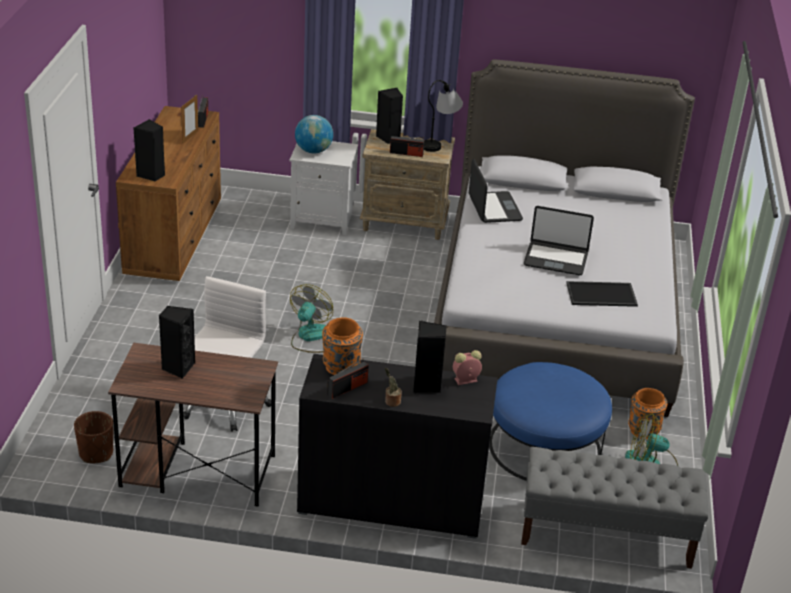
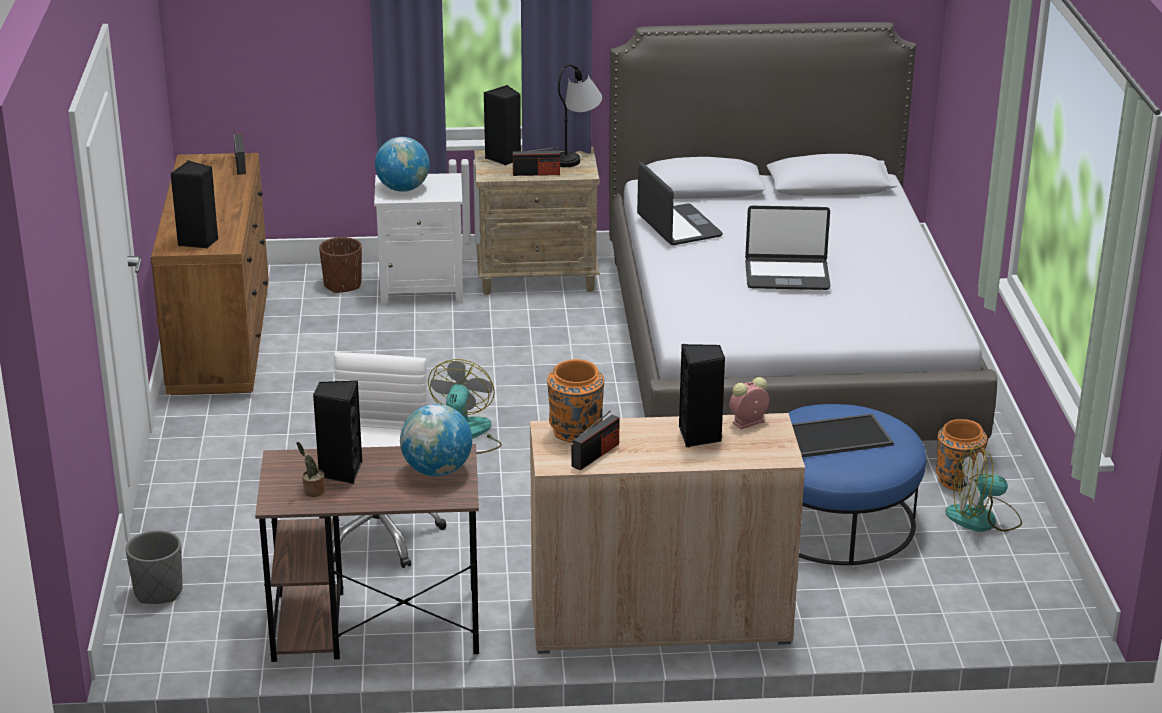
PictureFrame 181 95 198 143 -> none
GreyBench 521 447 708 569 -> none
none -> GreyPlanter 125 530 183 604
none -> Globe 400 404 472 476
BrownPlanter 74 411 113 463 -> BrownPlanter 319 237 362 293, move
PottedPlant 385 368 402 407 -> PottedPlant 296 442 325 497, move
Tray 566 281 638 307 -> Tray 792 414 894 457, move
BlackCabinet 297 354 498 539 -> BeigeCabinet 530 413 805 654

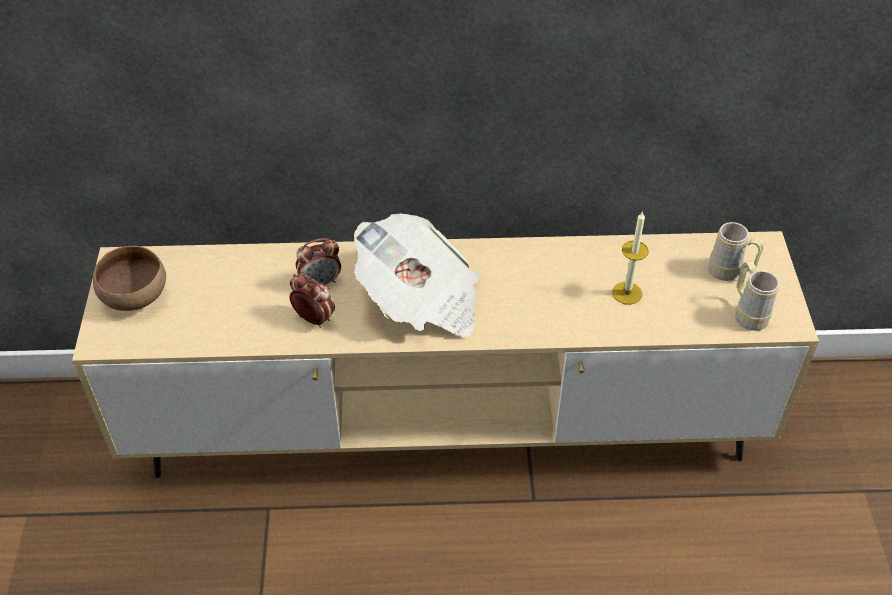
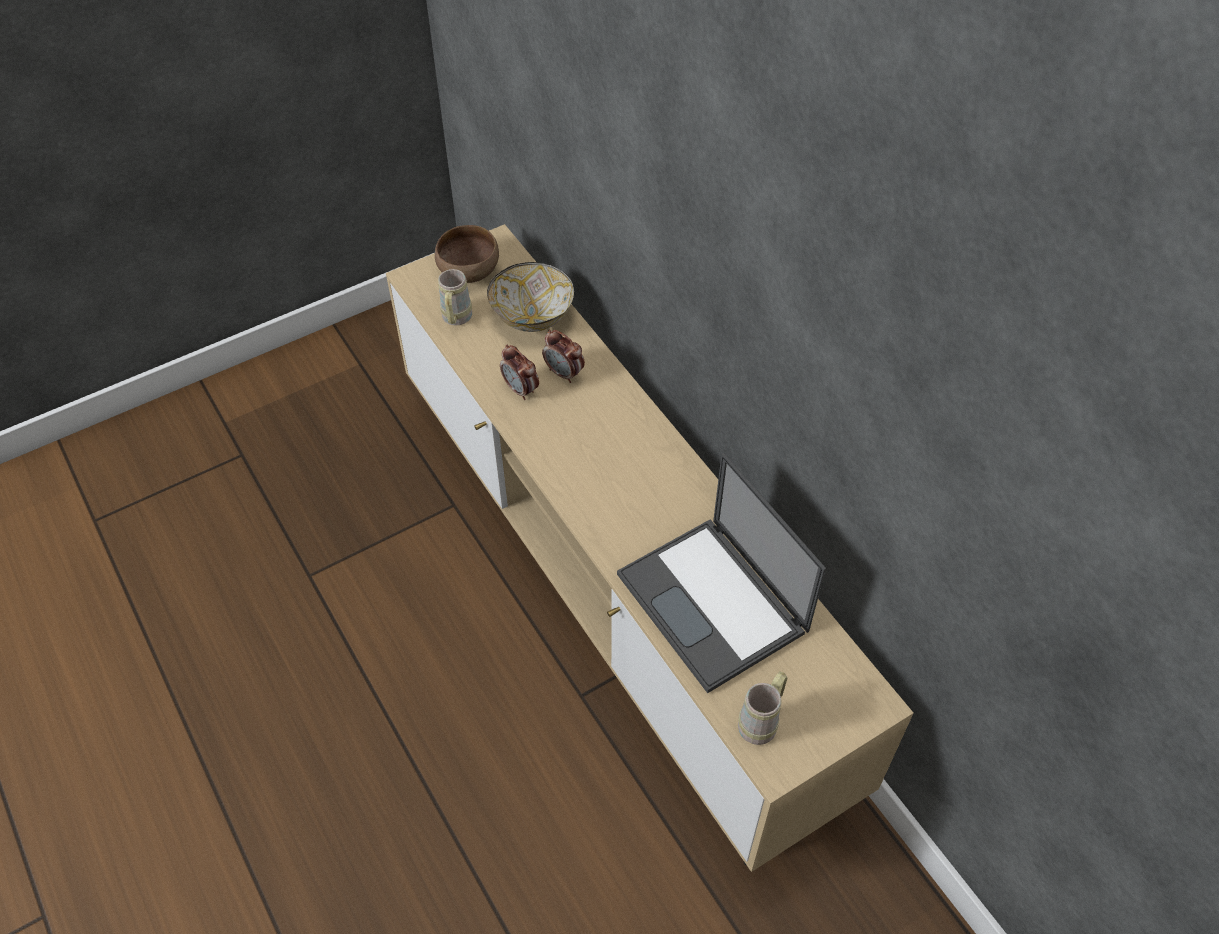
Newspaper 354 214 480 337 -> none
none -> Bowl 487 262 574 332
BeigeMug 708 222 764 281 -> BeigeMug 438 269 472 326, move
Candle 612 211 649 305 -> Laptop 617 453 826 693
AlarmClock 290 273 335 328 -> AlarmClock 500 345 539 400, 135 degrees clockwise

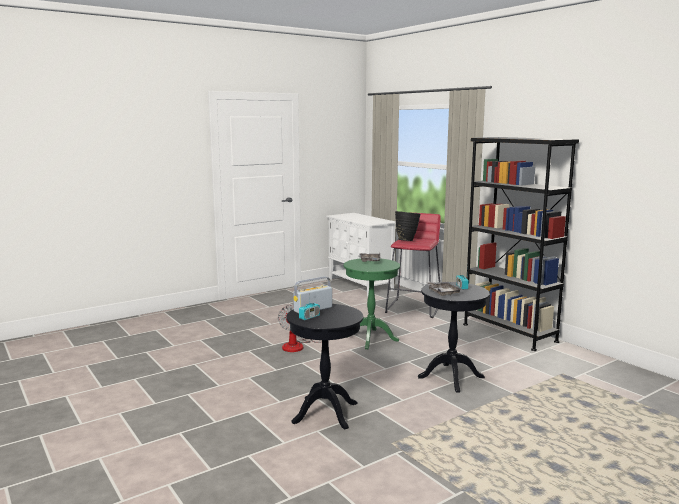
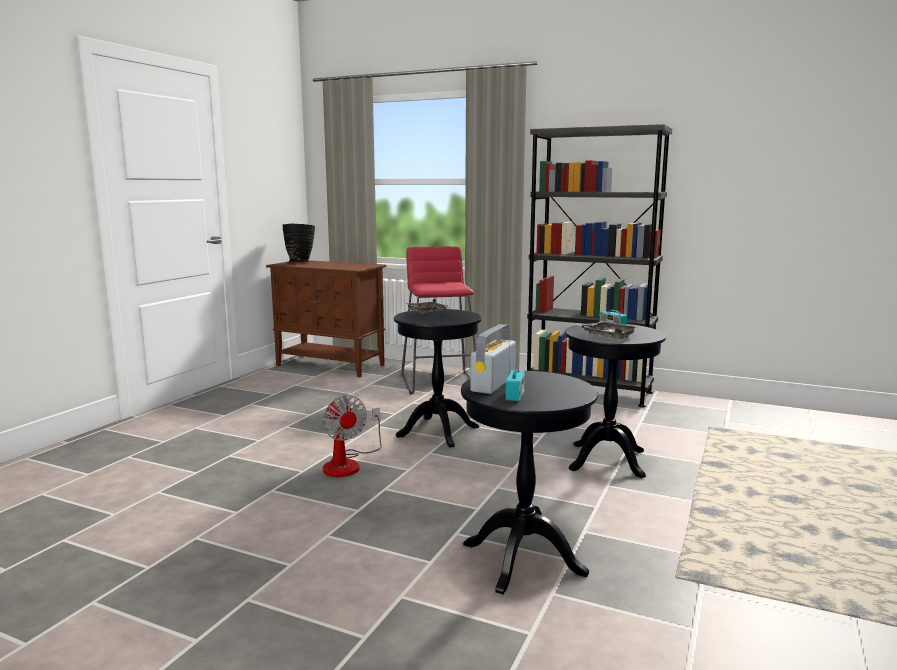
BlackVase 395 211 420 241 -> BlackVase 283 224 315 262, move
WhiteCabinet 326 213 396 296 -> BrownCabinet 266 260 386 377
GreenSideTable 344 258 400 349 -> BlackSideTable 394 309 482 448

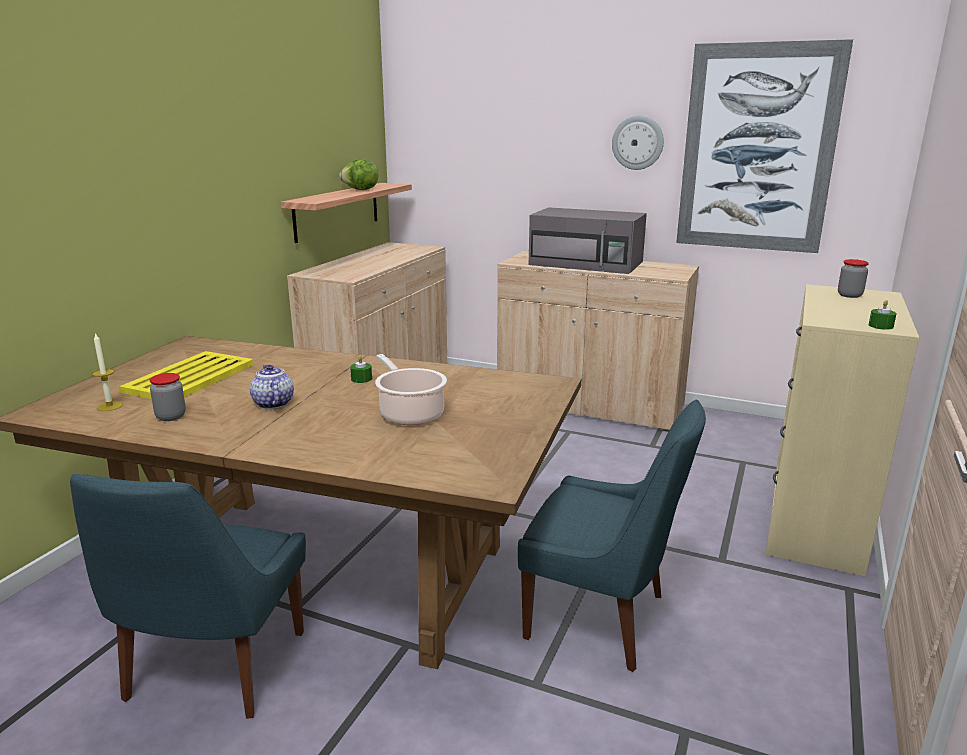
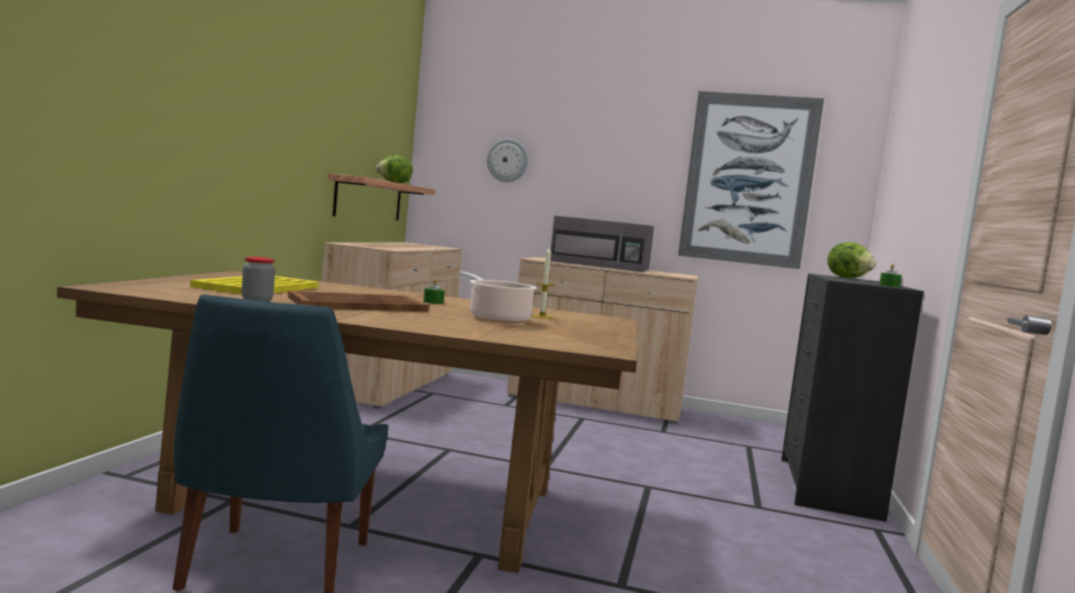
BlueChair 518 399 706 672 -> none
Candle 92 333 123 411 -> Candle 531 248 554 319, move
WallClock 612 115 664 170 -> WallClock 487 139 528 182, move
Teapot 250 365 294 409 -> BrownTray 288 290 429 312
Jar 838 259 869 298 -> Lettuce 827 242 876 278
BeigeDresser 765 284 919 576 -> BlackDresser 781 273 924 522

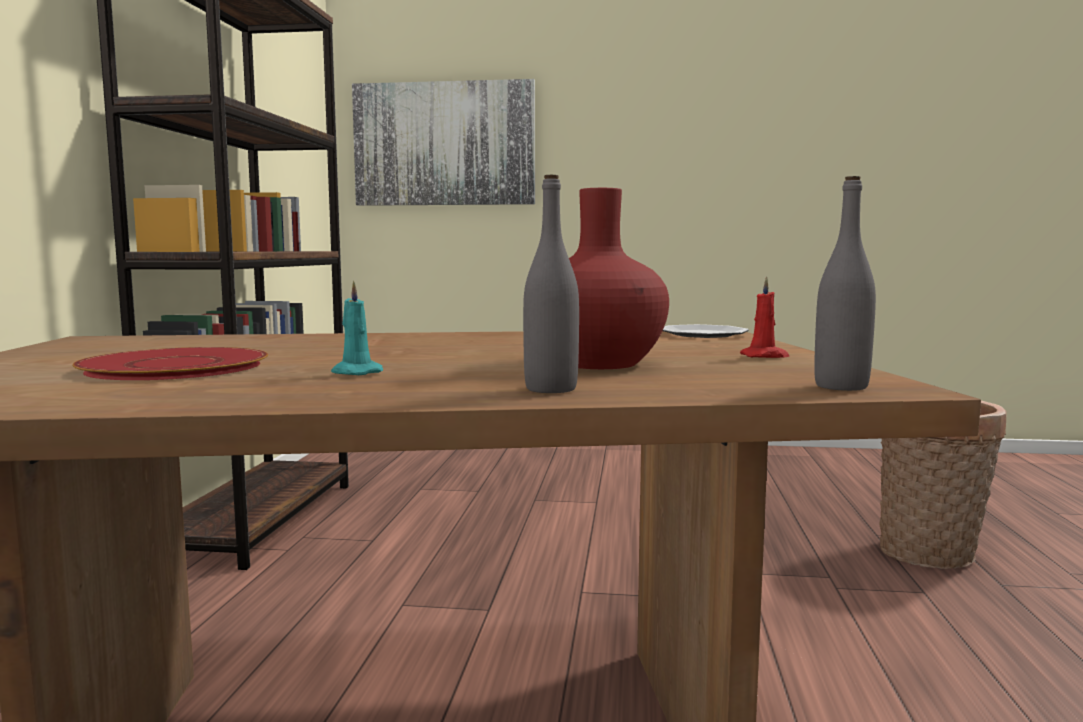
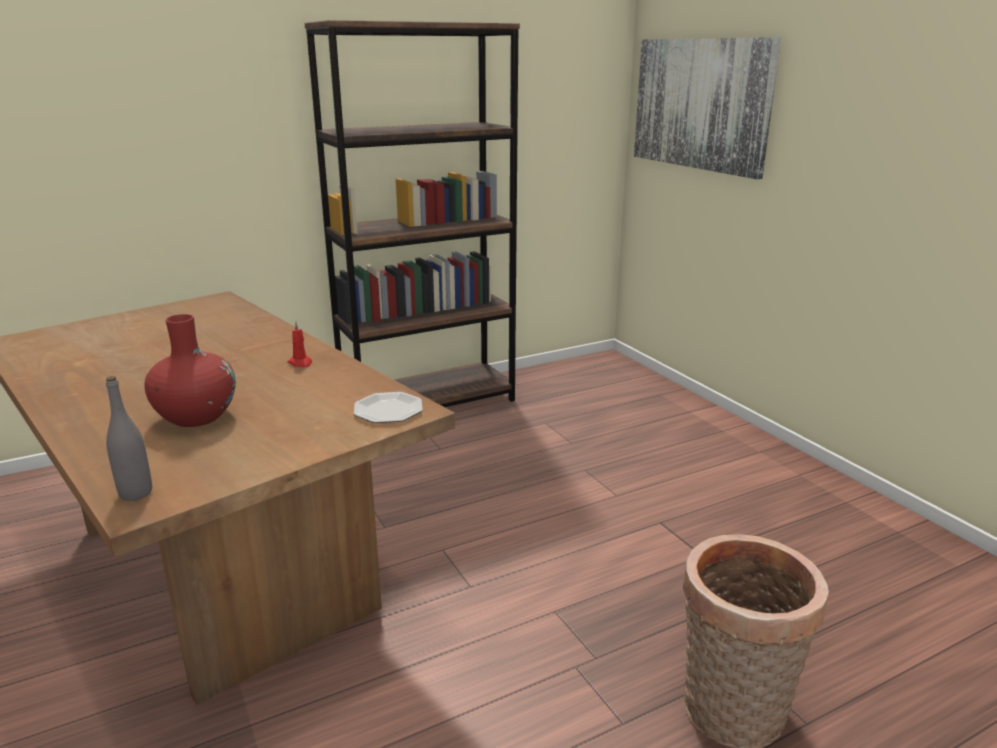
RedPlate 72 347 268 380 -> none
TurquoiseCandle 331 281 383 375 -> none
GreyBottle 523 175 579 393 -> none
RedCandle 740 277 789 358 -> RedCandle 287 321 312 367, move

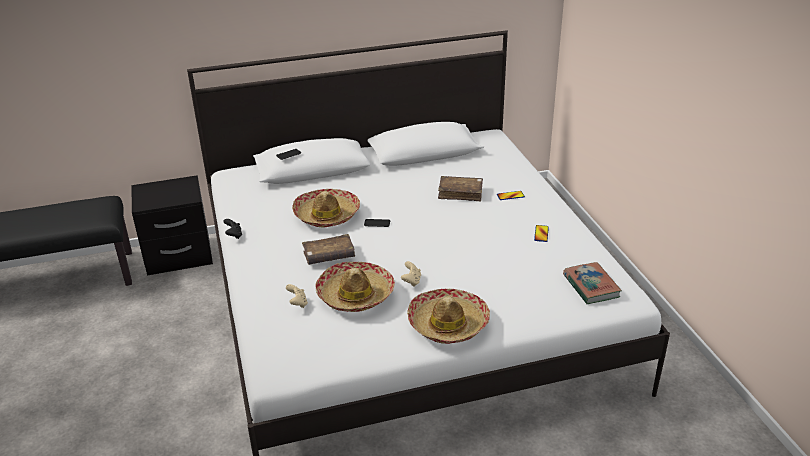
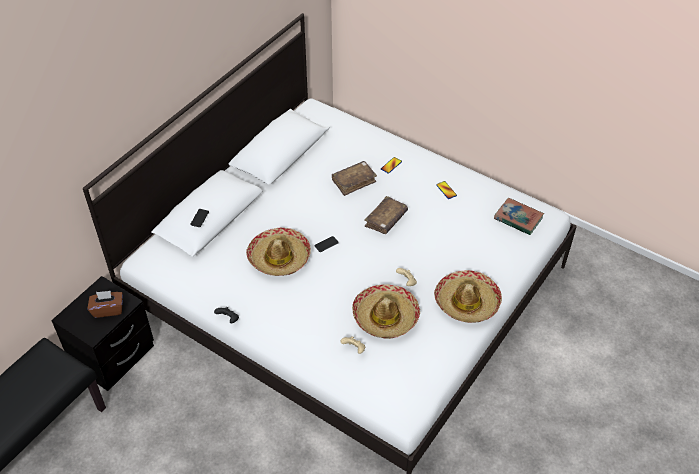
none -> BrownTissueBox 87 291 123 318
BrownBook 302 234 355 265 -> BrownBook 364 196 408 234, move

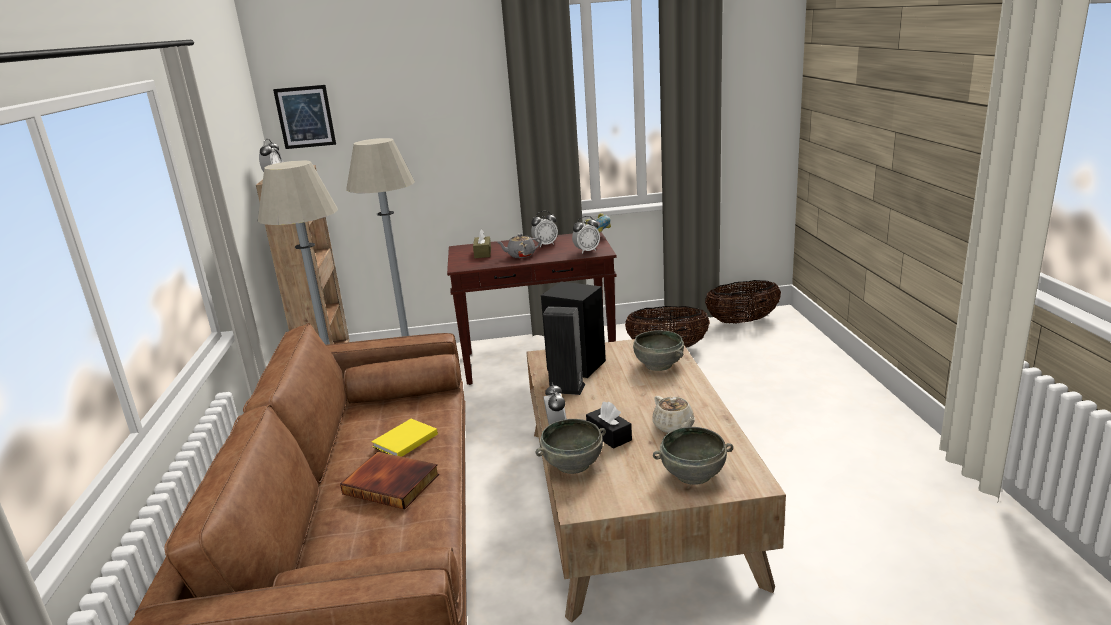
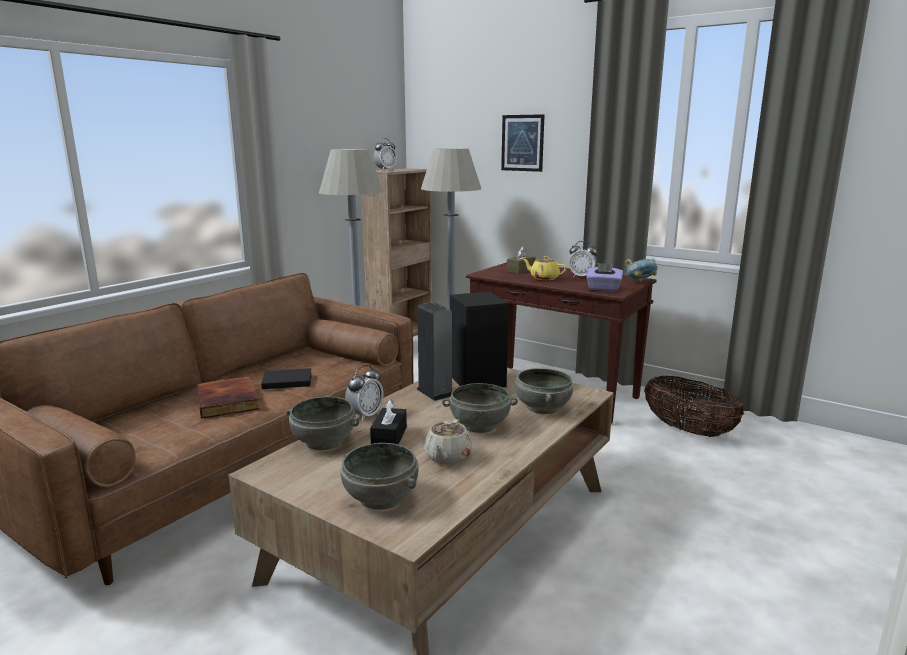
Basket 705 280 781 324 -> none
none -> GreyBowl 442 383 518 433
Picture 273 85 336 149 -> Picture 501 114 545 172, move
AlarmClock 572 216 600 254 -> PurpleTissueBox 586 263 623 291
YellowBook 371 419 438 457 -> BlackBook 261 368 312 389
GreyTeapot 497 233 542 258 -> YellowTeapot 523 256 567 280

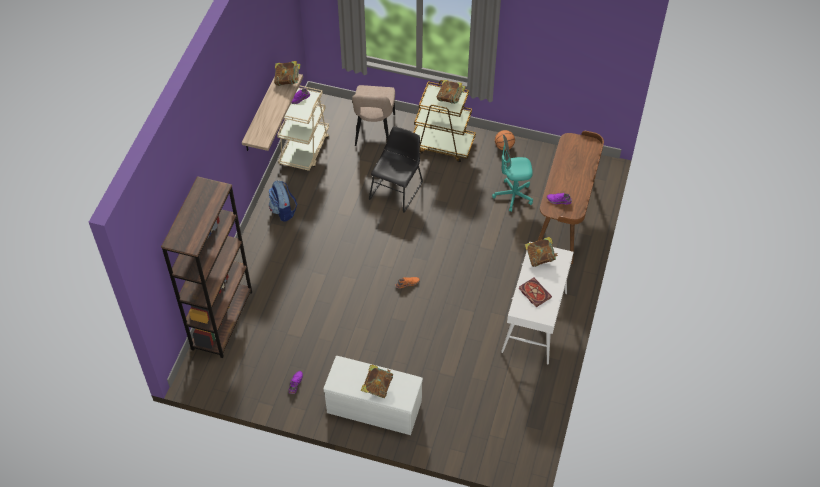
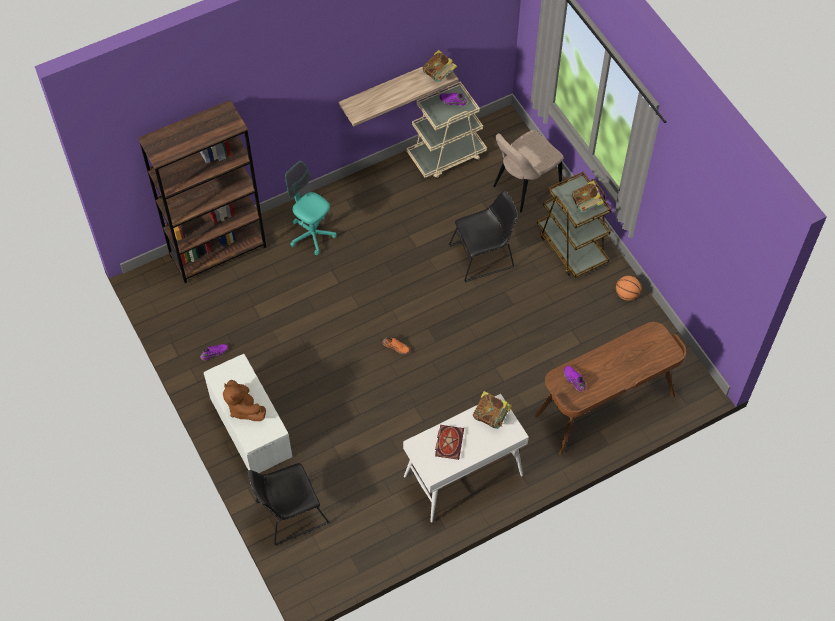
Backpack 269 180 297 222 -> none
none -> BlackChair 248 463 329 546
TurquoiseOfficeChair 492 135 533 212 -> TurquoiseOfficeChair 285 161 337 255, move
Book 361 365 393 398 -> BrownPlushToy 223 380 266 421

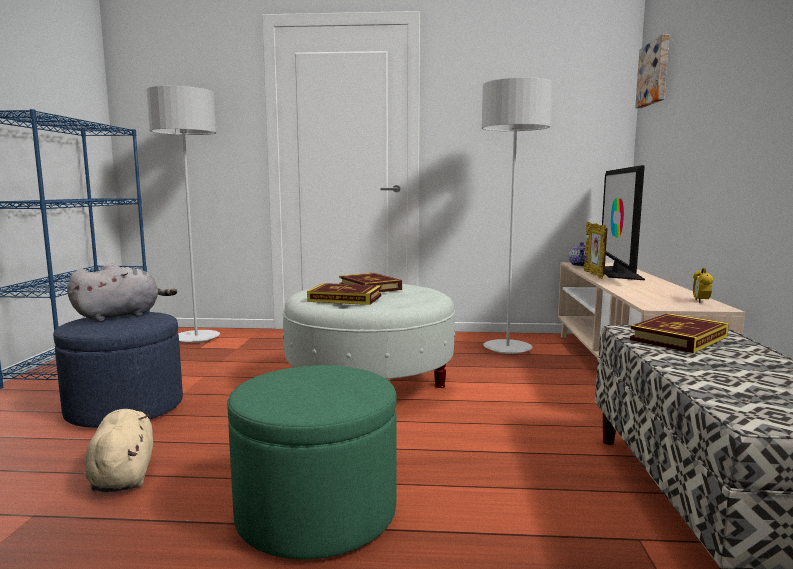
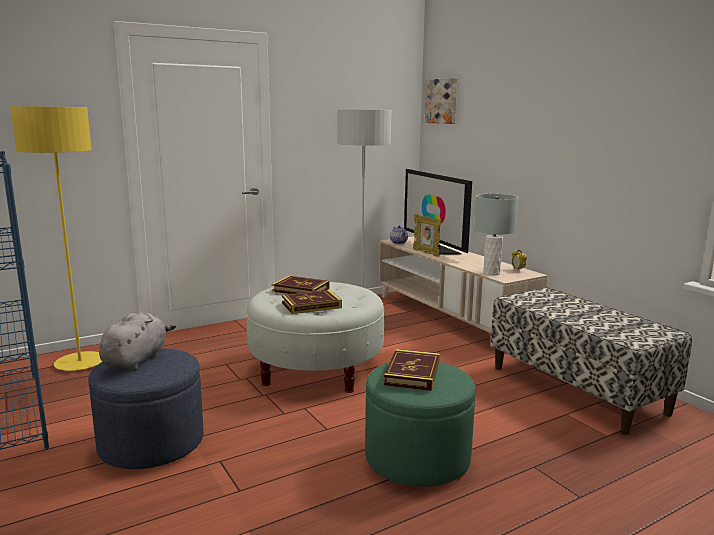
BeigePlushToy 85 409 153 492 -> none
none -> GreyTableLamp 474 194 518 275
Book 630 313 729 353 -> Book 384 349 440 391, move
GreyFloorLamp 146 86 220 343 -> YellowFloorLamp 10 106 102 371

